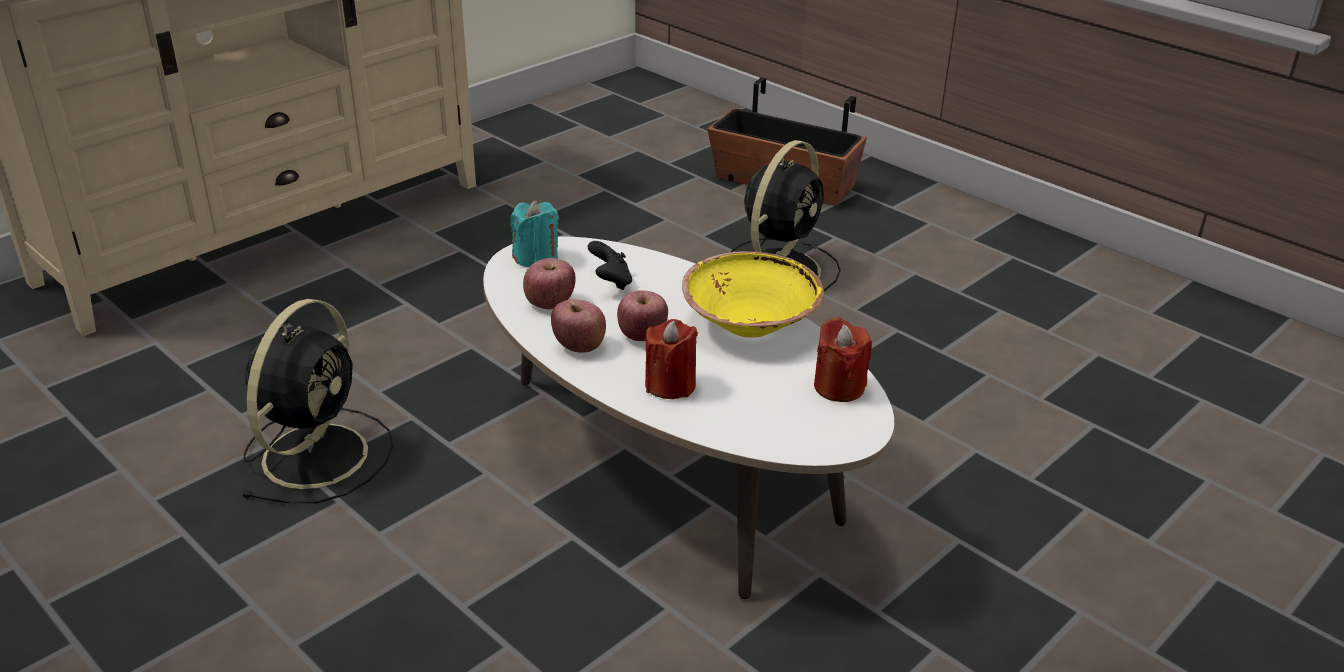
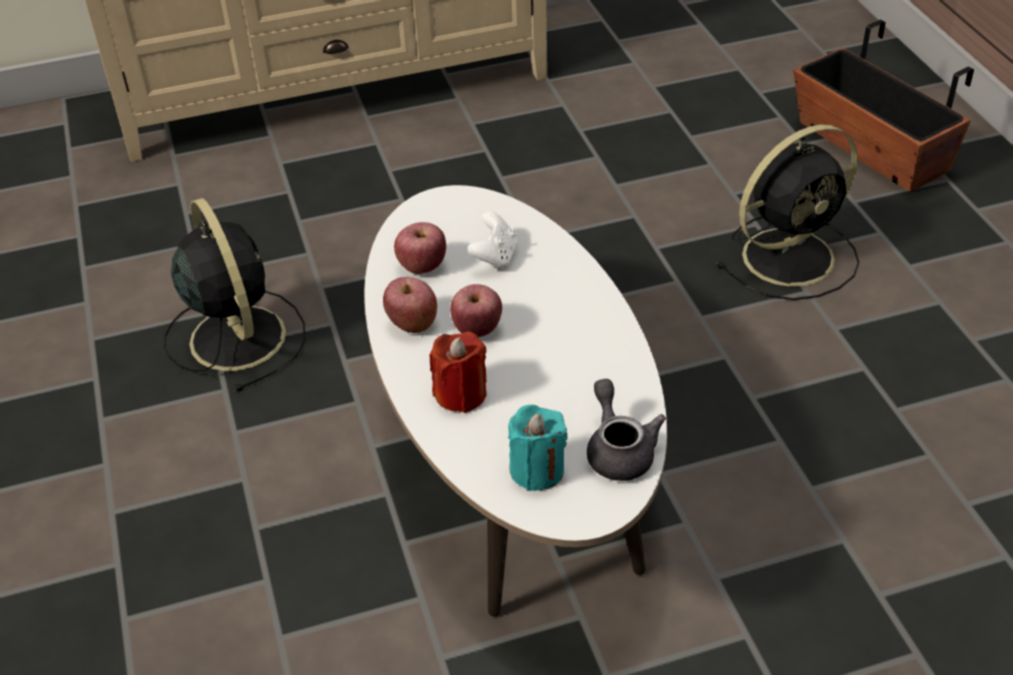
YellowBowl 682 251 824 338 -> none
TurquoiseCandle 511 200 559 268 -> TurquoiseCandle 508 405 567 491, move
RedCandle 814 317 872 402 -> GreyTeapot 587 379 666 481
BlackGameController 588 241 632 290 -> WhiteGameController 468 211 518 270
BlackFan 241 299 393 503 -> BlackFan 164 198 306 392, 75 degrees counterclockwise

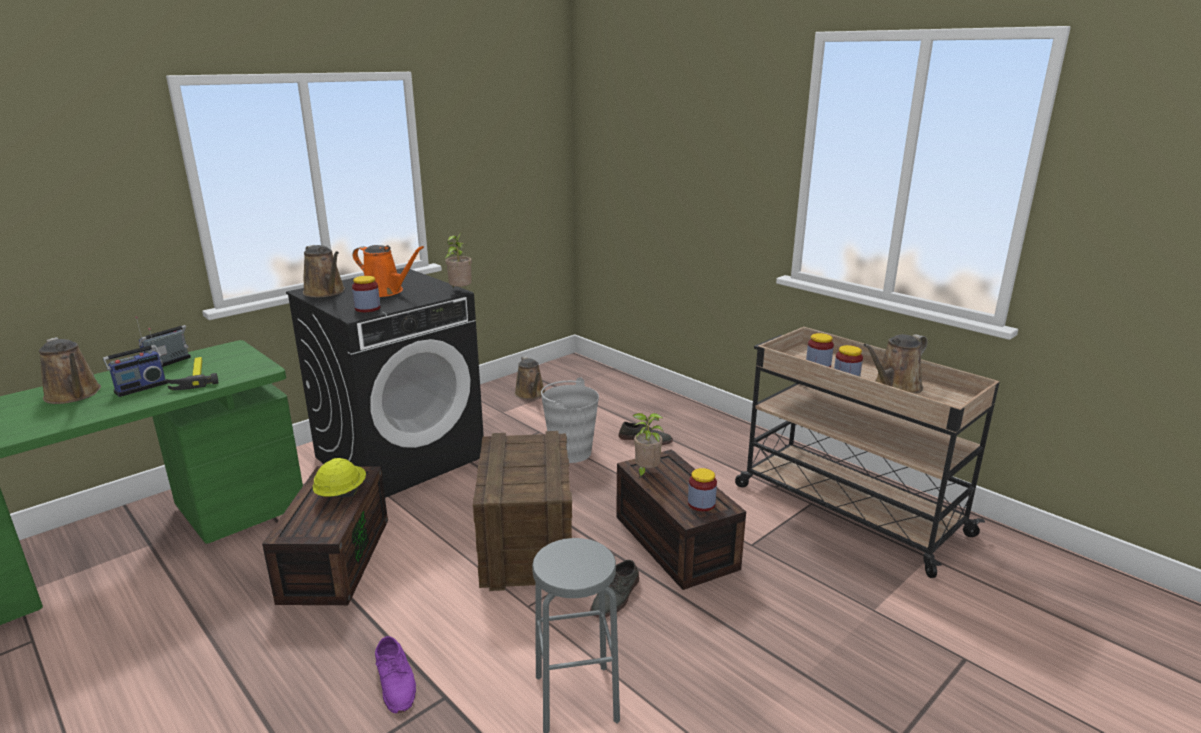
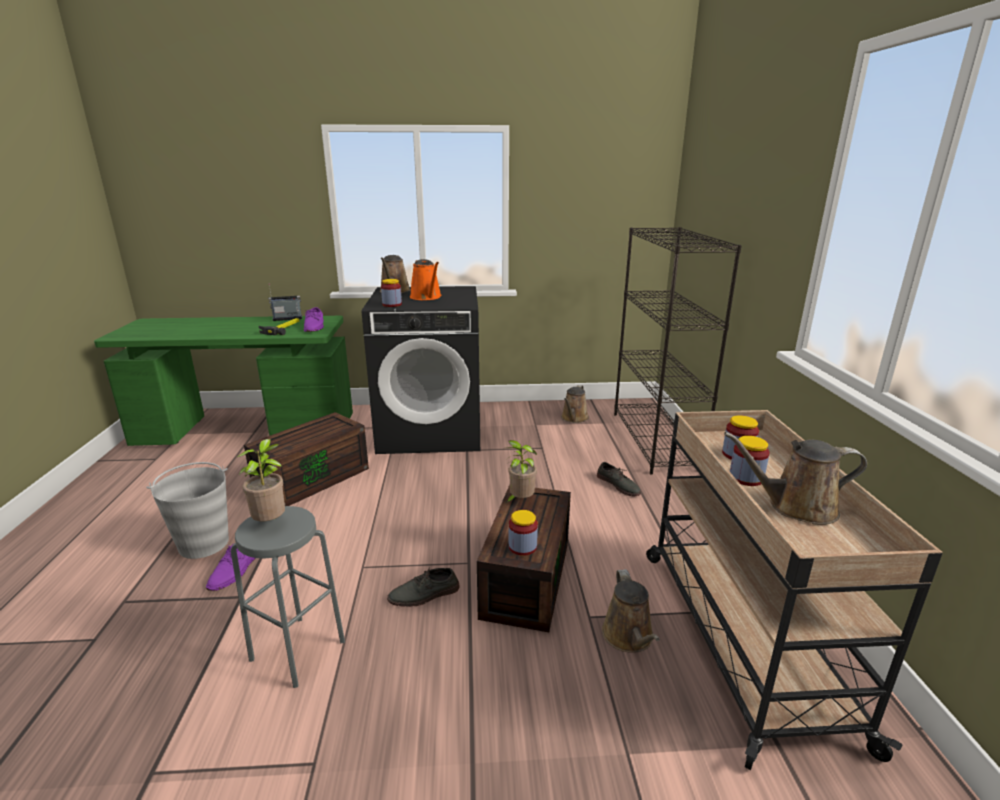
Radio 103 328 168 397 -> none
YellowHardHat 313 458 366 497 -> none
Crate 473 431 572 591 -> none
none -> PurpleShoe 304 307 324 332
none -> BlackBookcase 614 227 742 475
BrownWateringCan 39 337 101 404 -> BrownWateringCan 602 569 660 653, move
PottedPlant 444 232 472 288 -> PottedPlant 237 439 285 521, move
GreyBucket 541 377 599 463 -> GreyBucket 146 462 229 559, move

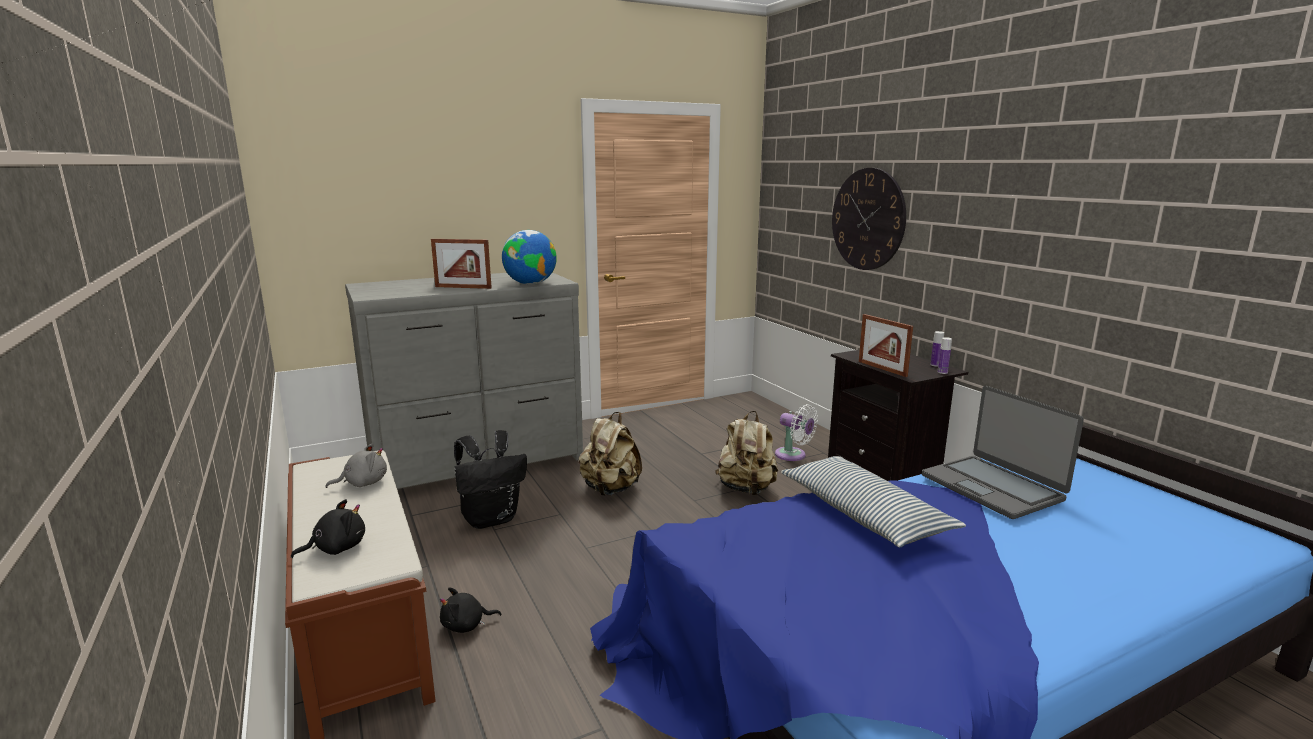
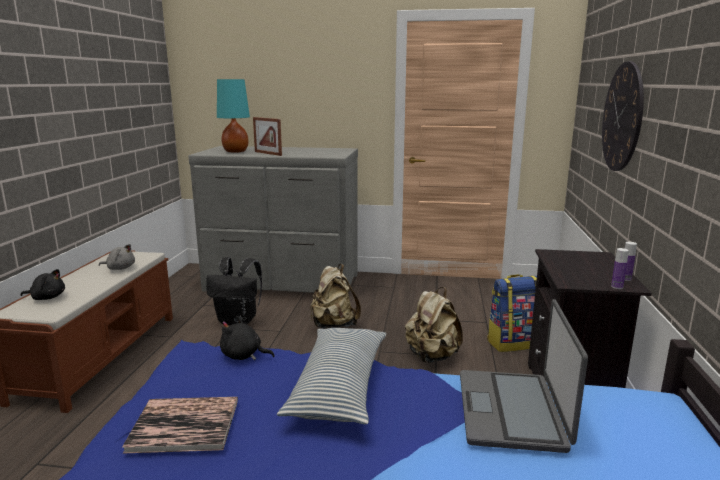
Globe 502 230 557 285 -> none
PictureFrame 859 314 913 377 -> none
none -> Book 122 397 238 453
none -> TurquoiseTableLamp 217 79 250 153
BlackPlushToy 440 587 502 633 -> BlackPlushToy 220 316 275 360, move
WhiteFan 775 404 818 461 -> Backpack 487 274 537 352

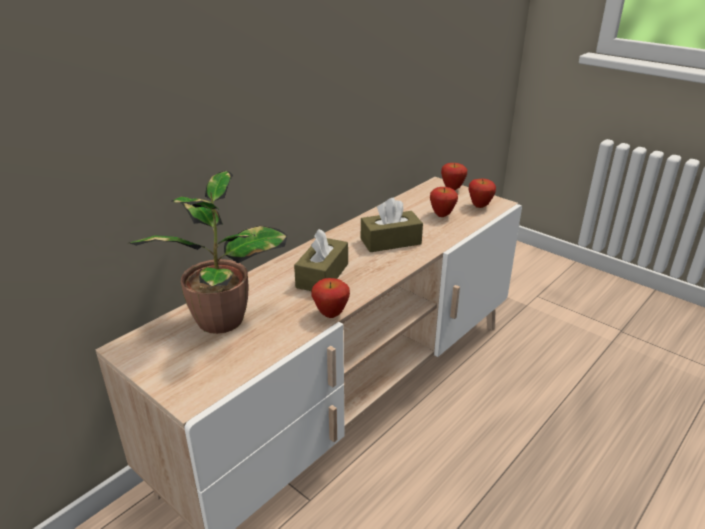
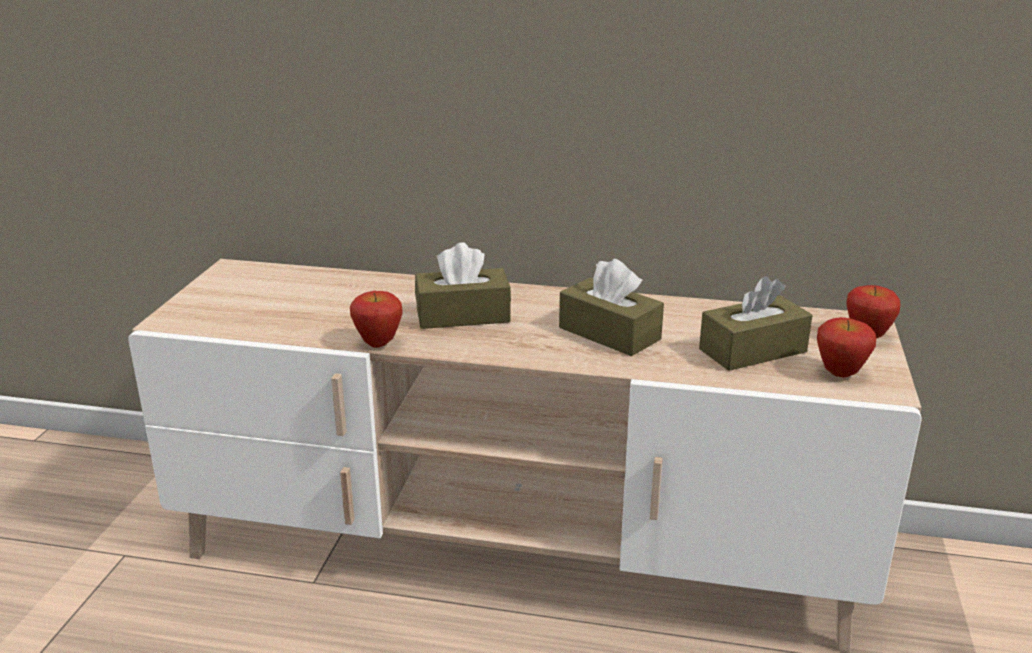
PottedPlant 127 171 287 334 -> none
Apple 430 187 458 217 -> BrownTissueBox 699 276 813 371

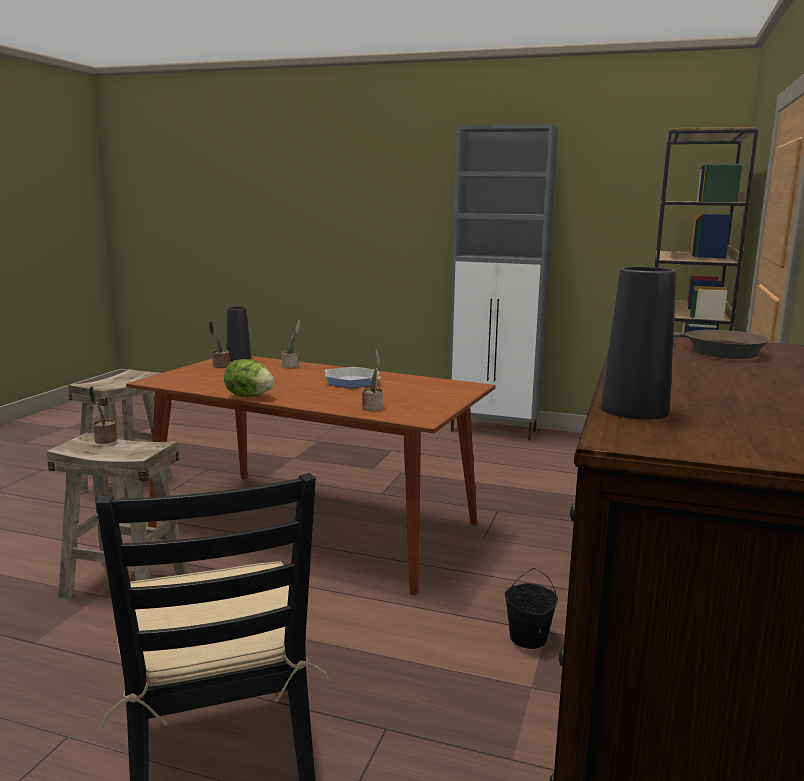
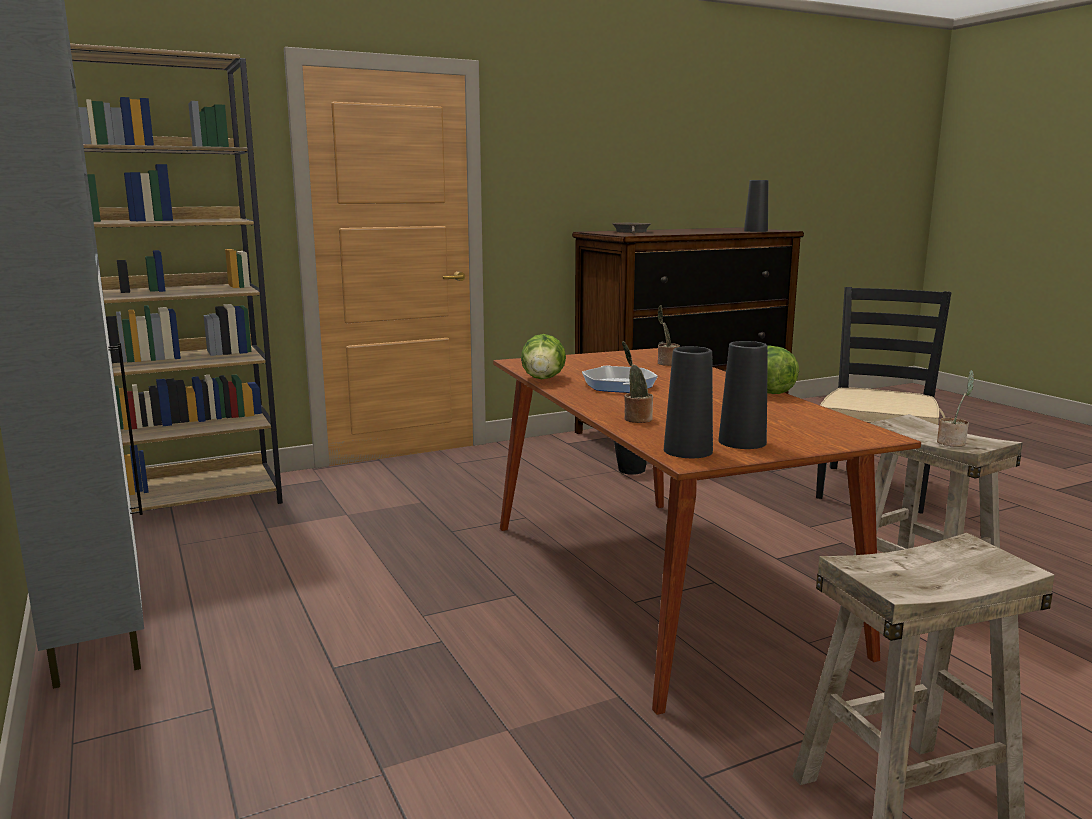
none -> Lettuce 521 334 566 379
PottedPlant 209 321 230 368 -> BlackVase 718 341 768 449

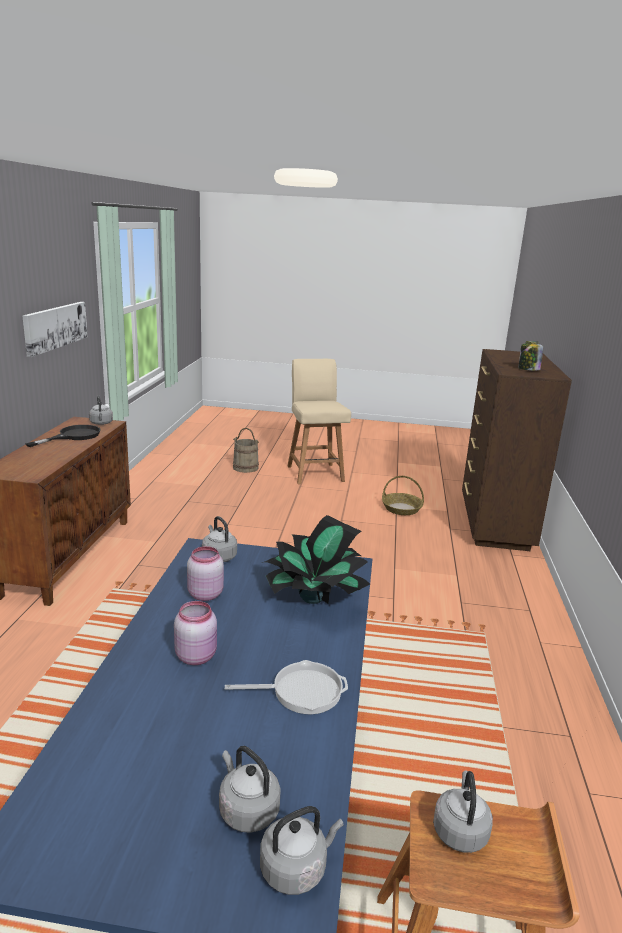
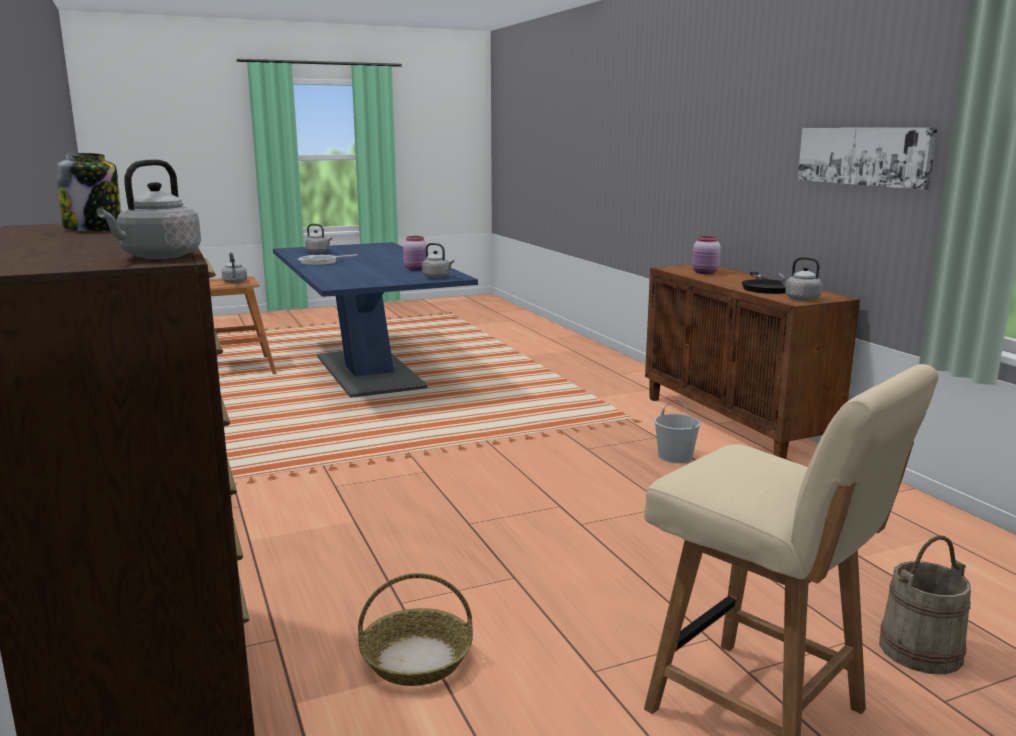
PottedPlant 262 515 370 604 -> none
none -> WhiteBucket 654 400 701 463
PinkJar 174 601 217 665 -> PinkJar 692 236 721 274, move
GreyKettle 260 806 343 895 -> GreyKettle 97 159 201 259, move

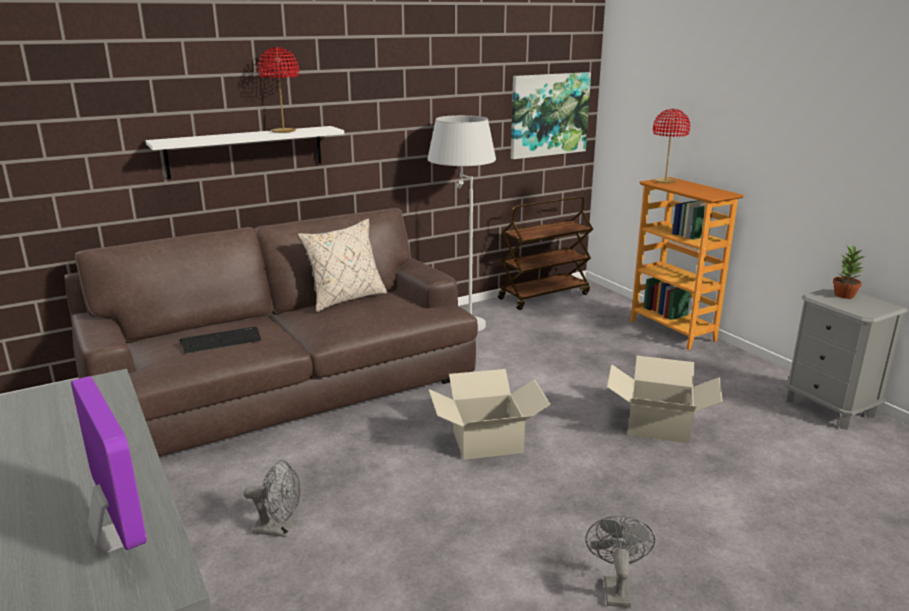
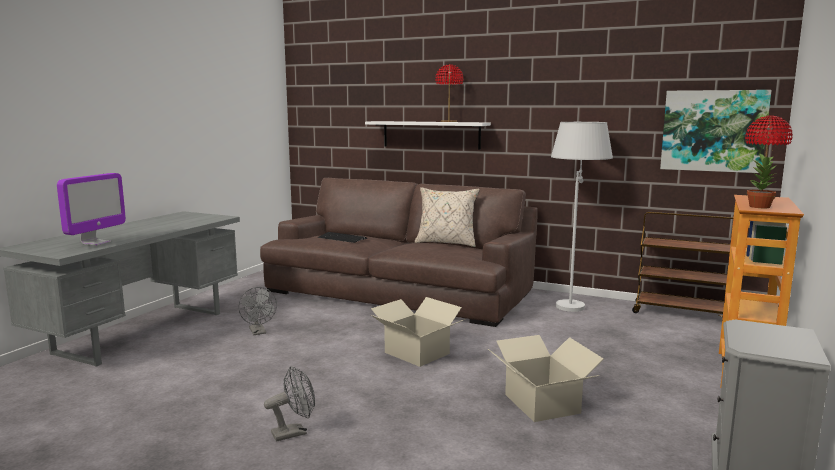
PottedPlant 833 245 866 299 -> PottedPlant 747 154 777 208, move

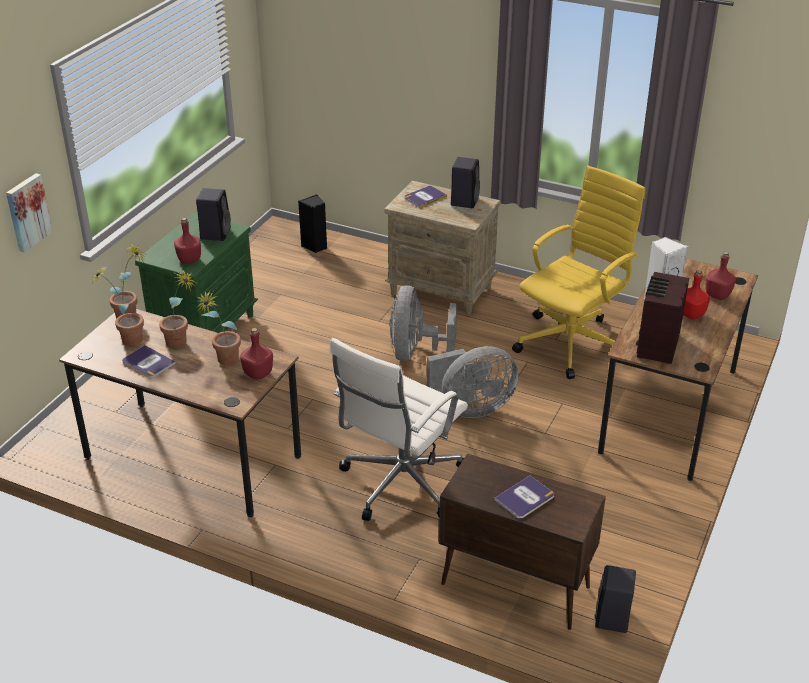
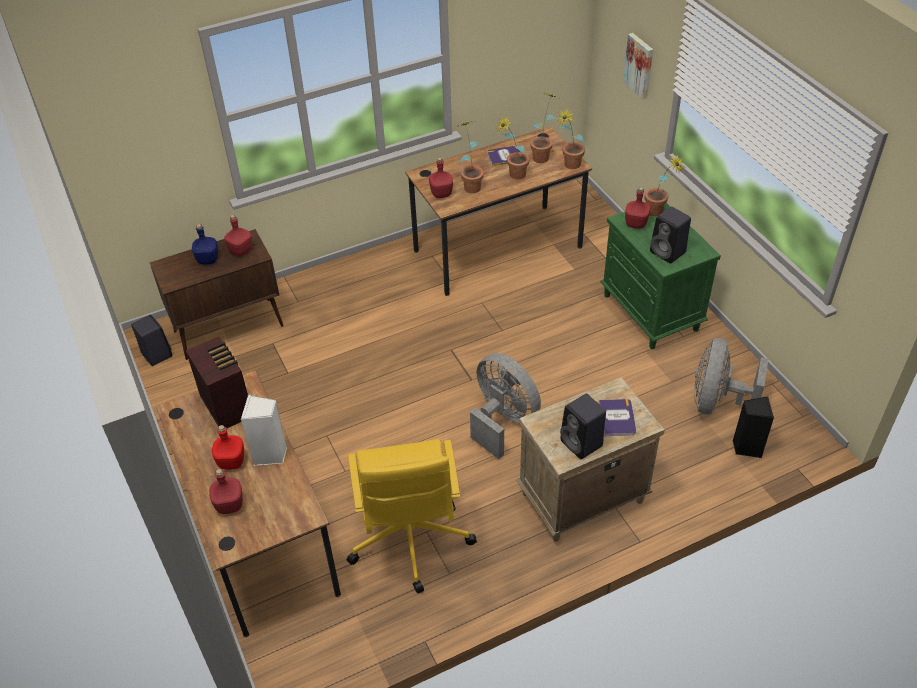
WhiteOfficeChair 329 338 468 521 -> none
none -> RedBottle 224 215 252 256
none -> PottedPlant 645 156 685 216
GreyFan 427 346 519 418 -> GreyFan 694 338 768 414, move
Book 494 476 554 519 -> BlueBottle 192 224 218 265

